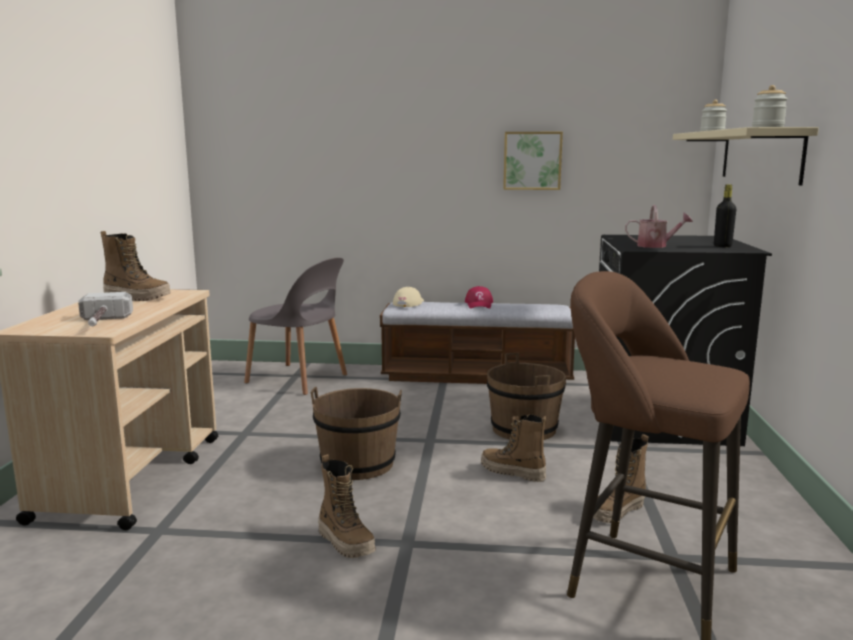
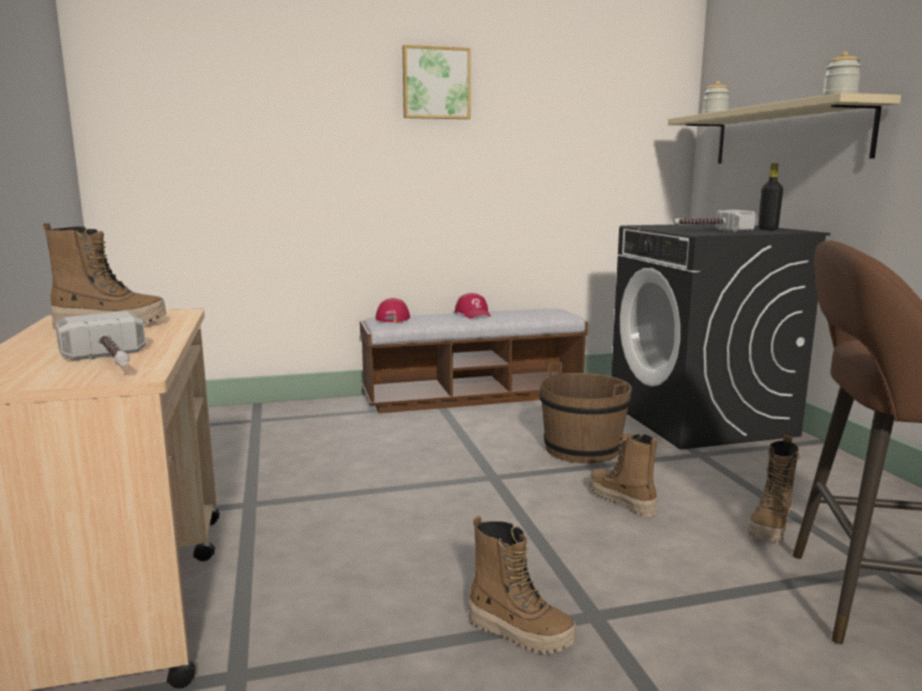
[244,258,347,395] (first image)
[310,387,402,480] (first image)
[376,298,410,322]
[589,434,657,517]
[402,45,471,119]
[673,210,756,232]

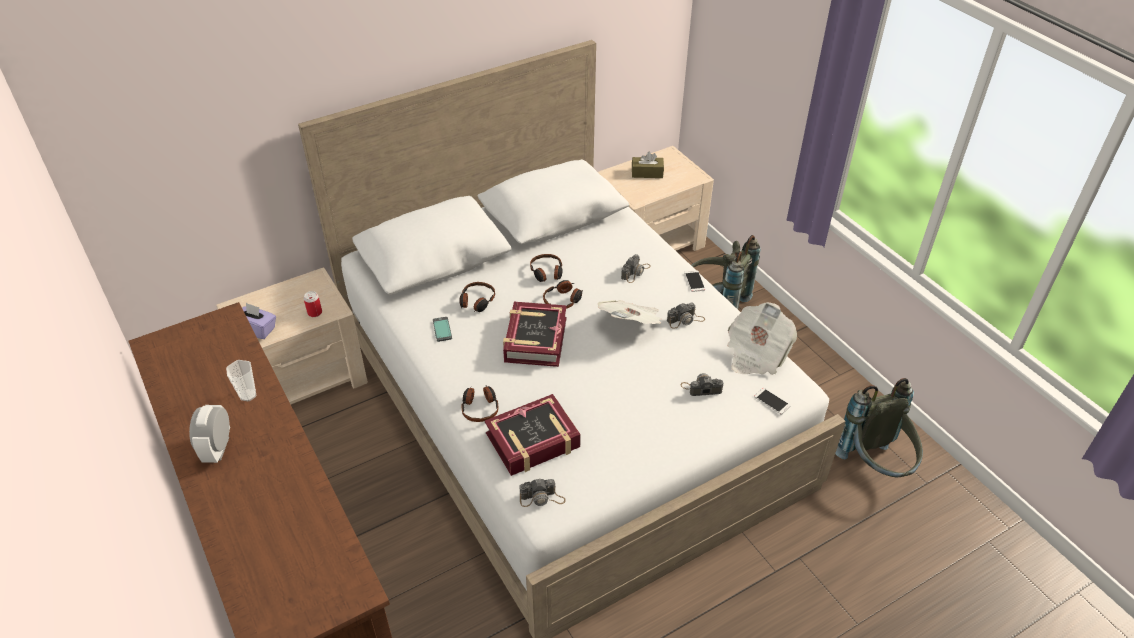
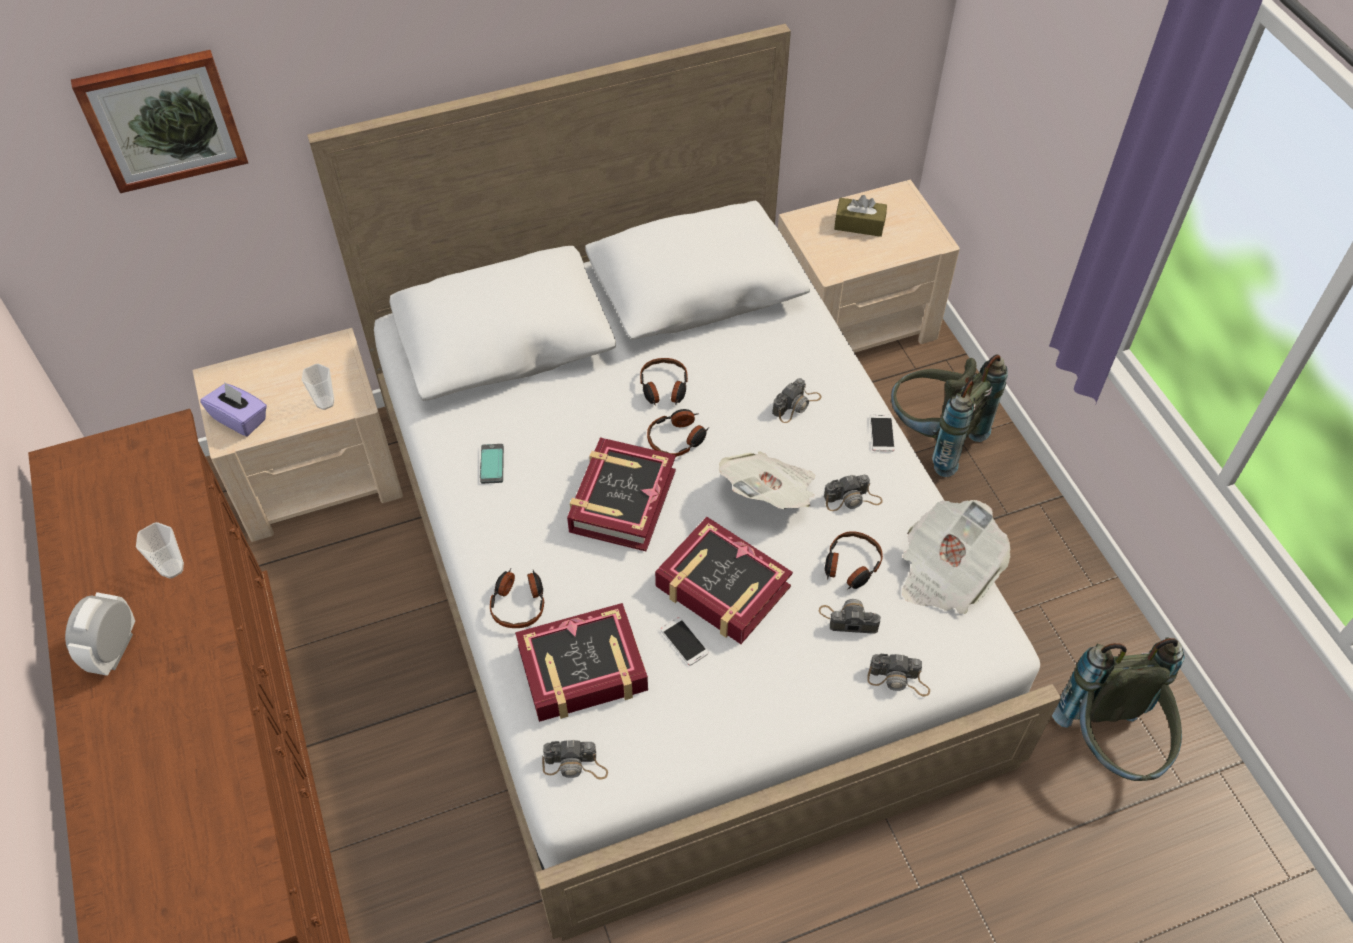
[302,364,334,410]
[825,531,883,590]
[661,617,709,666]
[71,50,248,193]
[655,517,793,644]
[867,654,930,697]

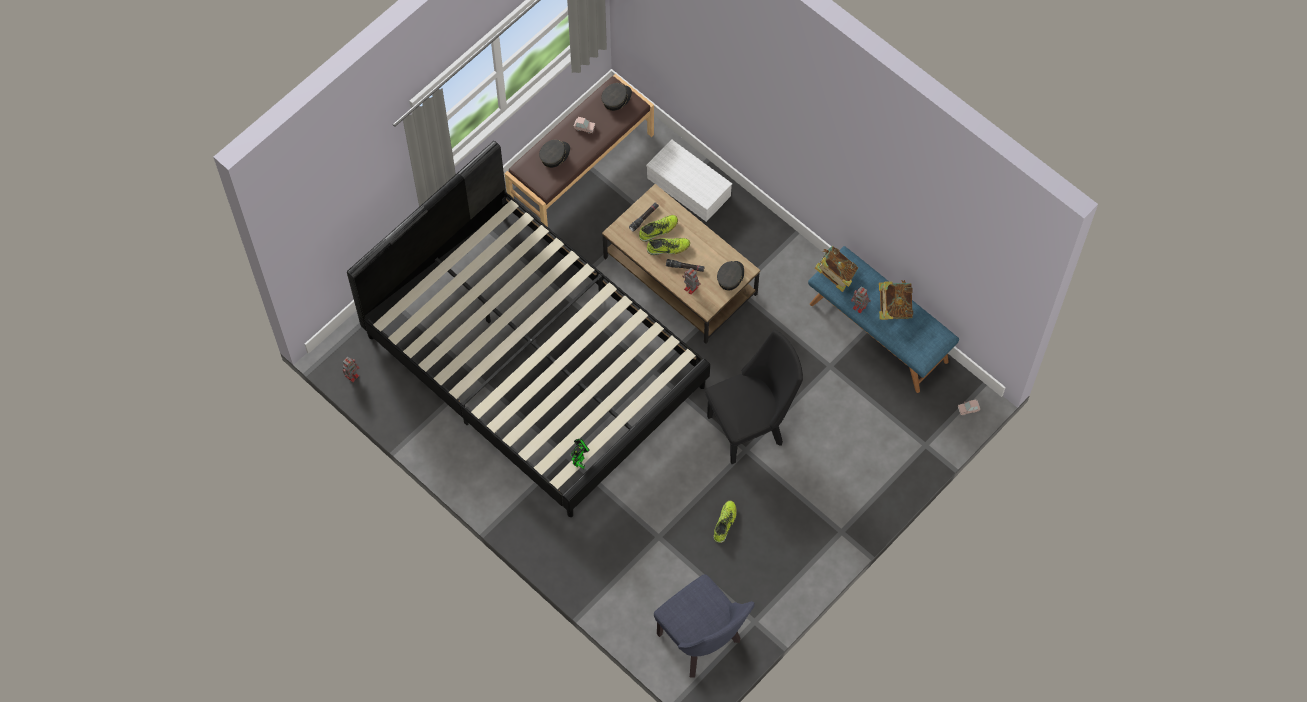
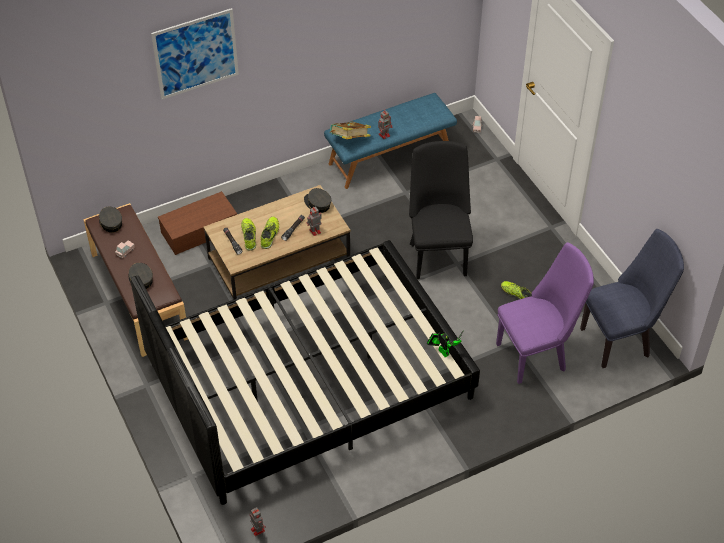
[158,191,237,255]
[879,280,913,320] (first image)
[151,8,239,99]
[496,242,594,384]

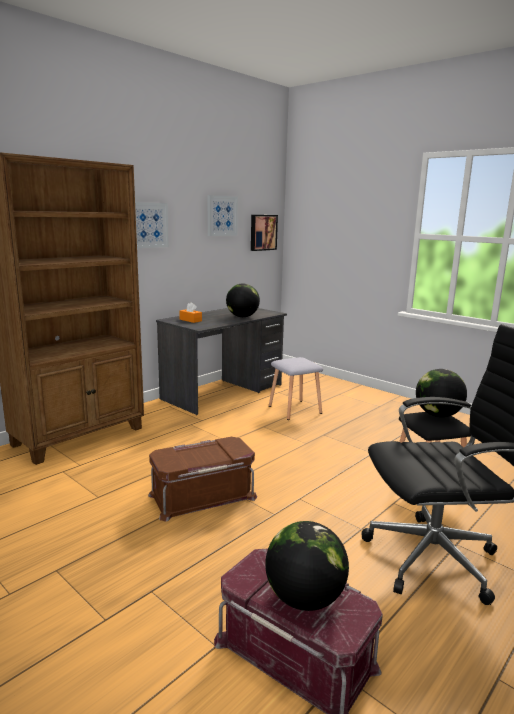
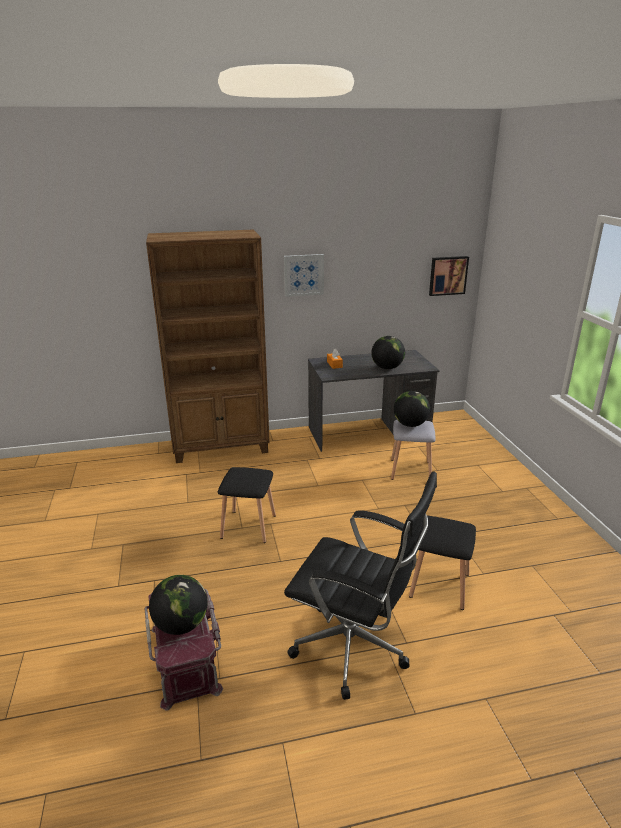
[218,467,276,543]
[208,195,238,236] (first image)
[394,391,430,427]

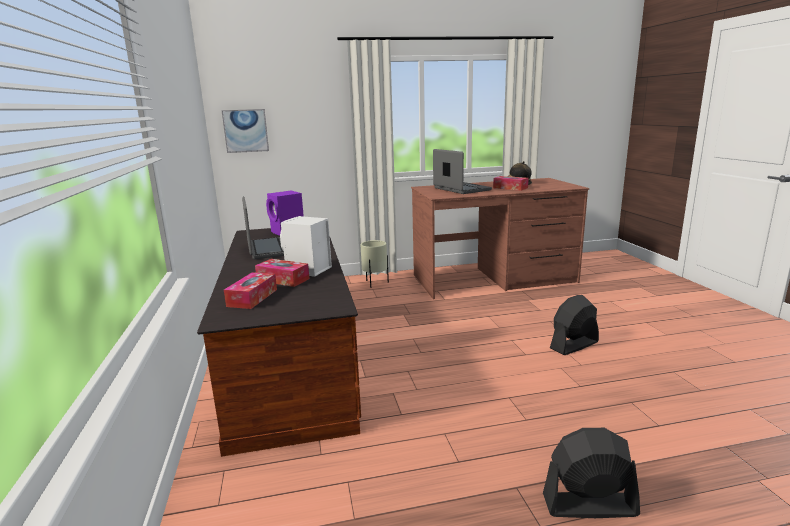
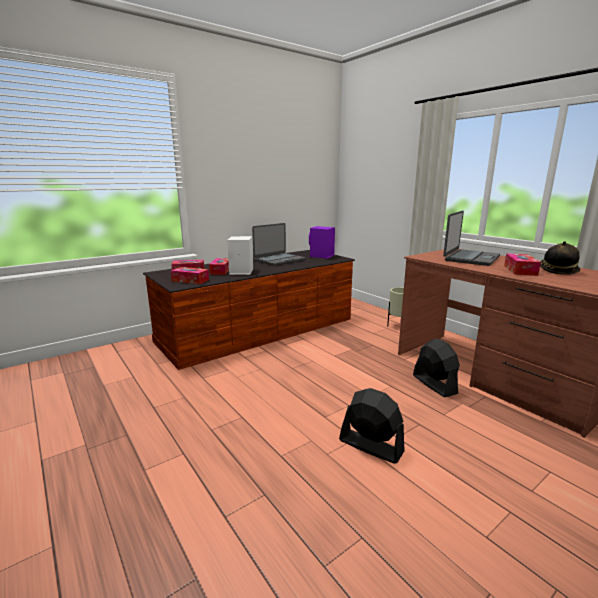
[221,109,269,153] (first image)
[413,338,460,397]
[171,267,209,284]

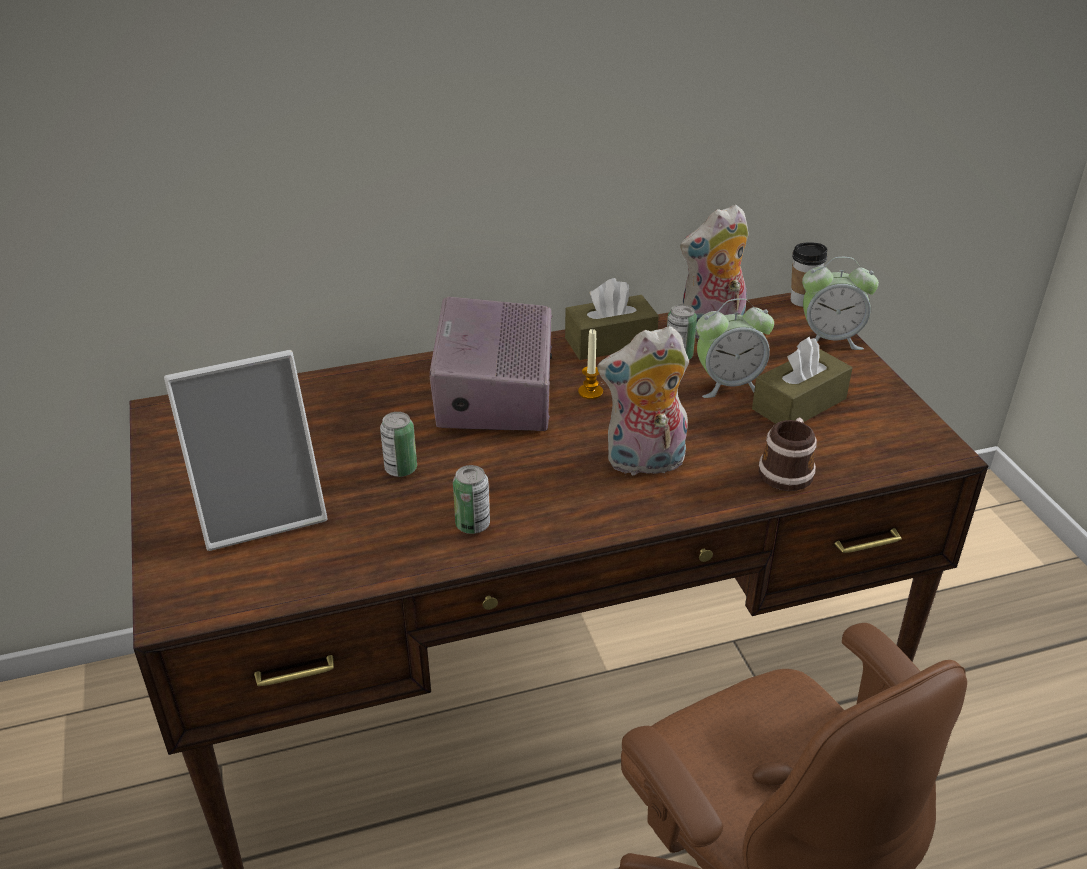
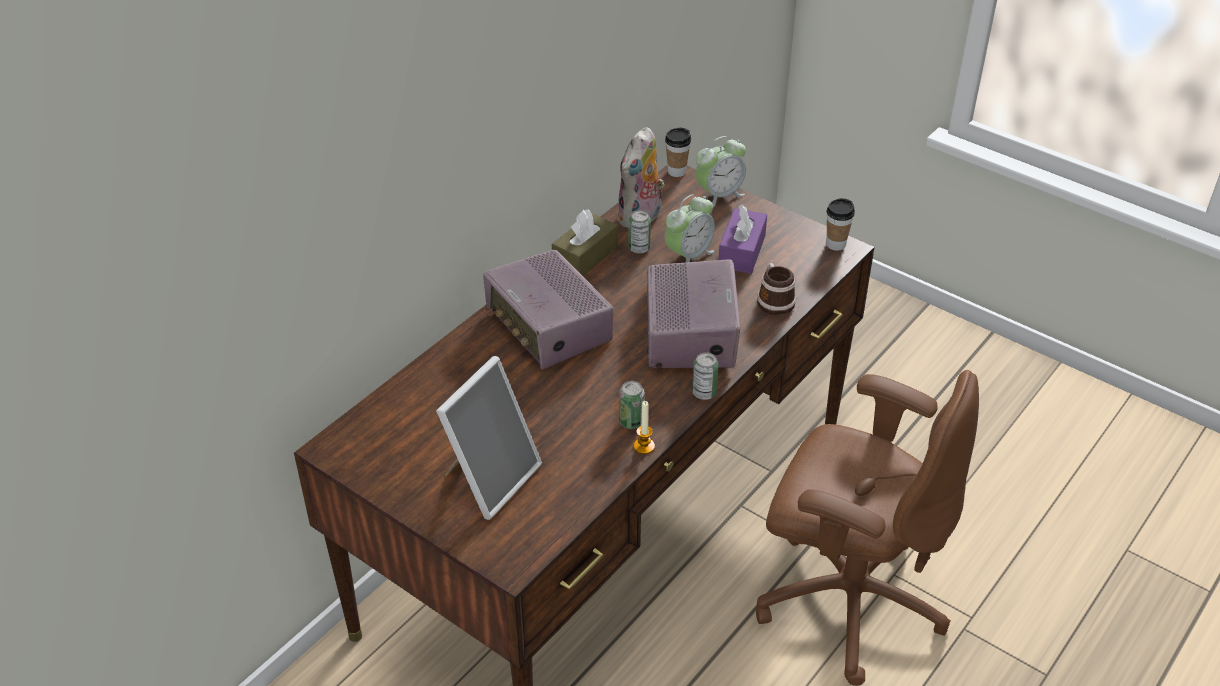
[692,352,719,400]
[634,401,655,454]
[646,259,740,368]
[718,205,767,274]
[826,198,855,251]

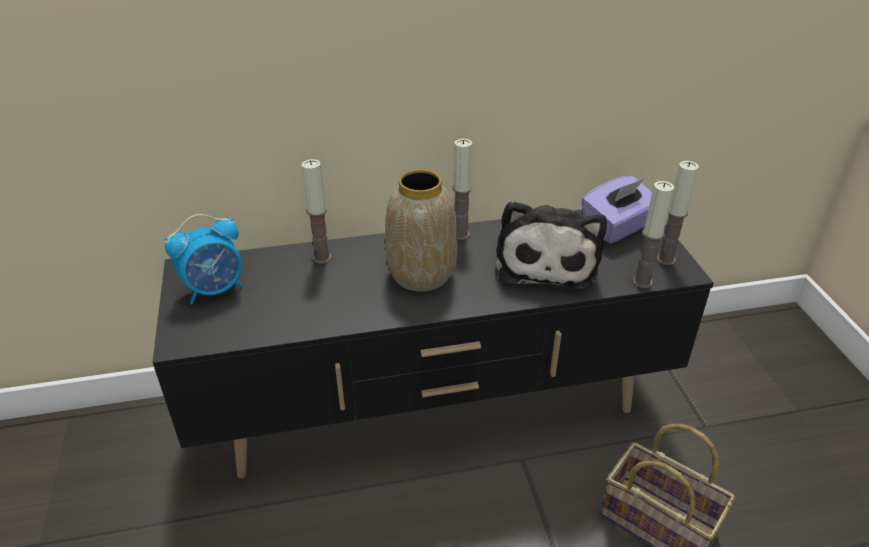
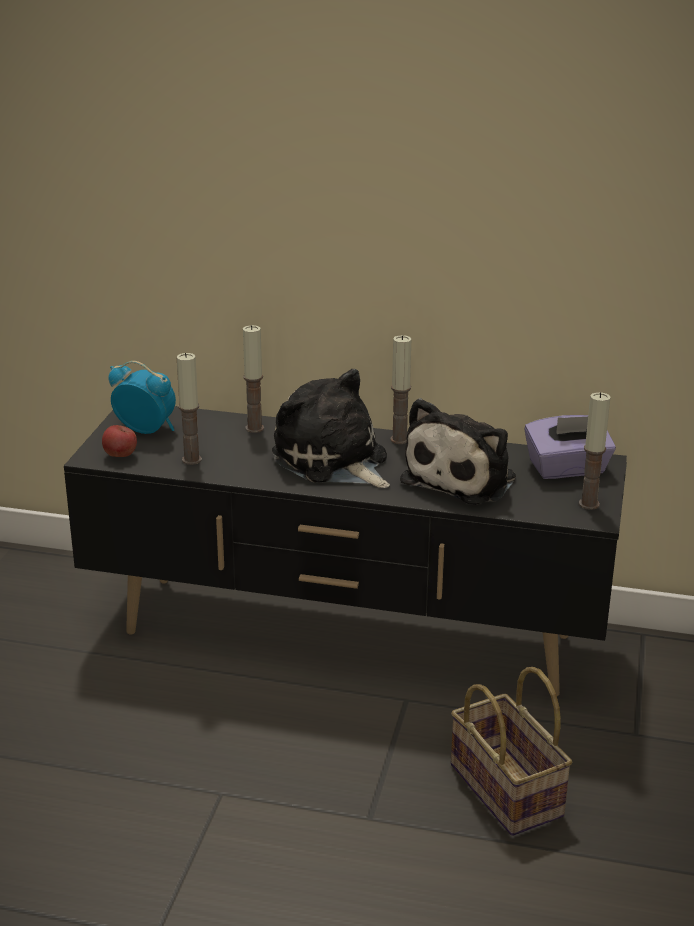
[109,361,176,434]
[272,369,390,488]
[177,353,202,465]
[102,425,137,457]

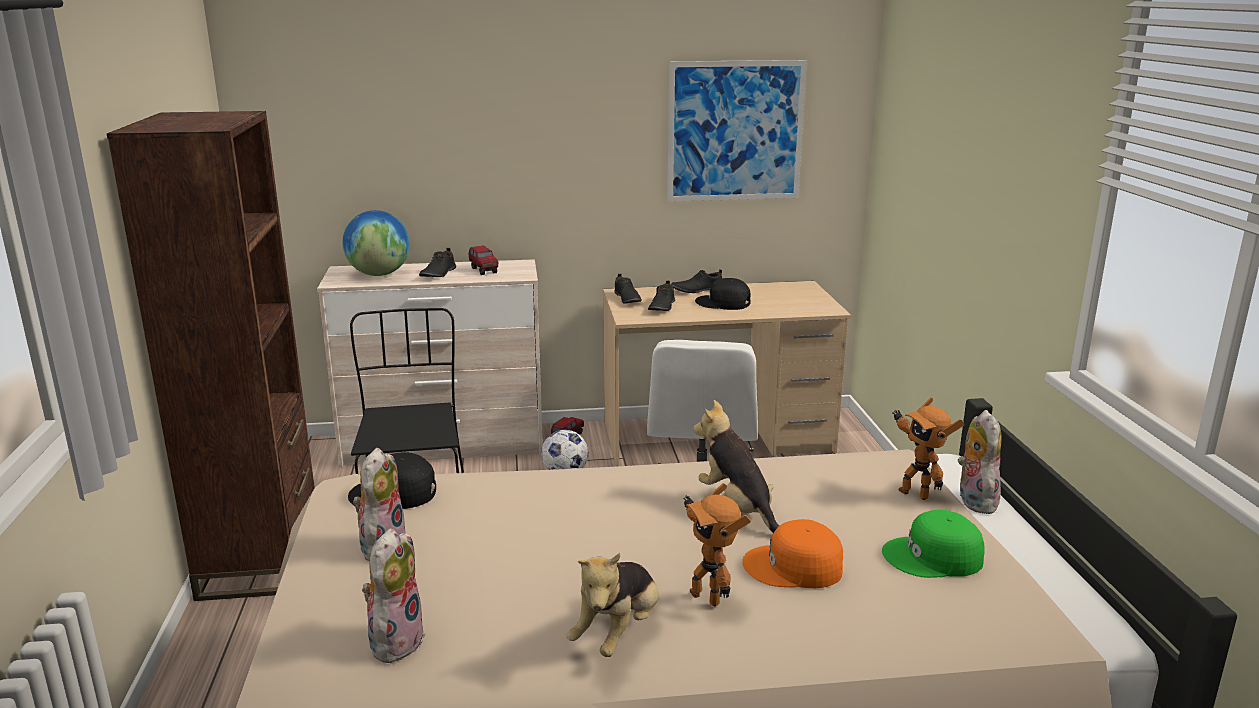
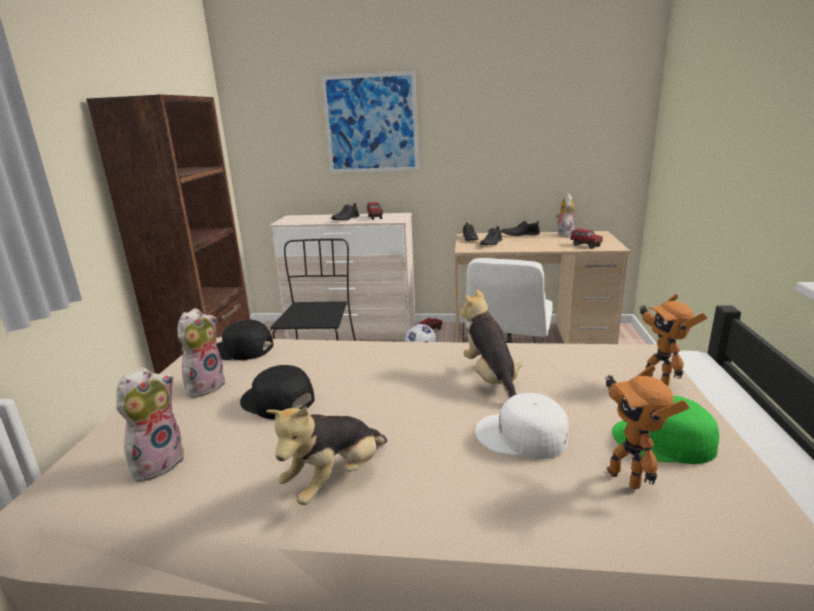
[342,210,410,276] (first image)
[321,71,419,173]
[605,365,689,489]
[240,365,315,420]
[475,393,569,459]
[556,193,575,238]
[570,228,603,249]

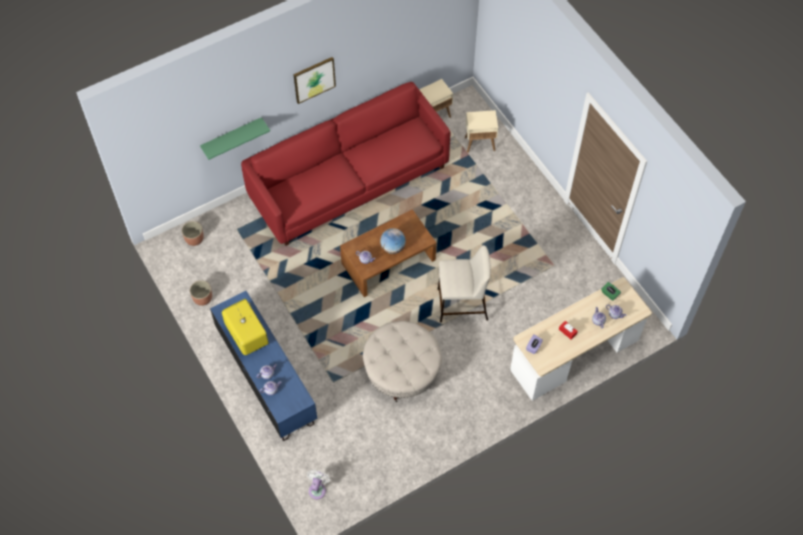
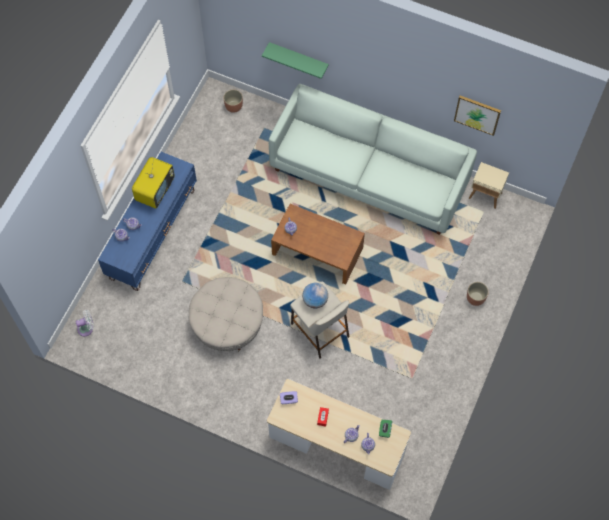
[467,282,489,306]
[269,84,477,235]
[454,95,501,136]
[302,283,328,308]
[465,110,498,153] (first image)

